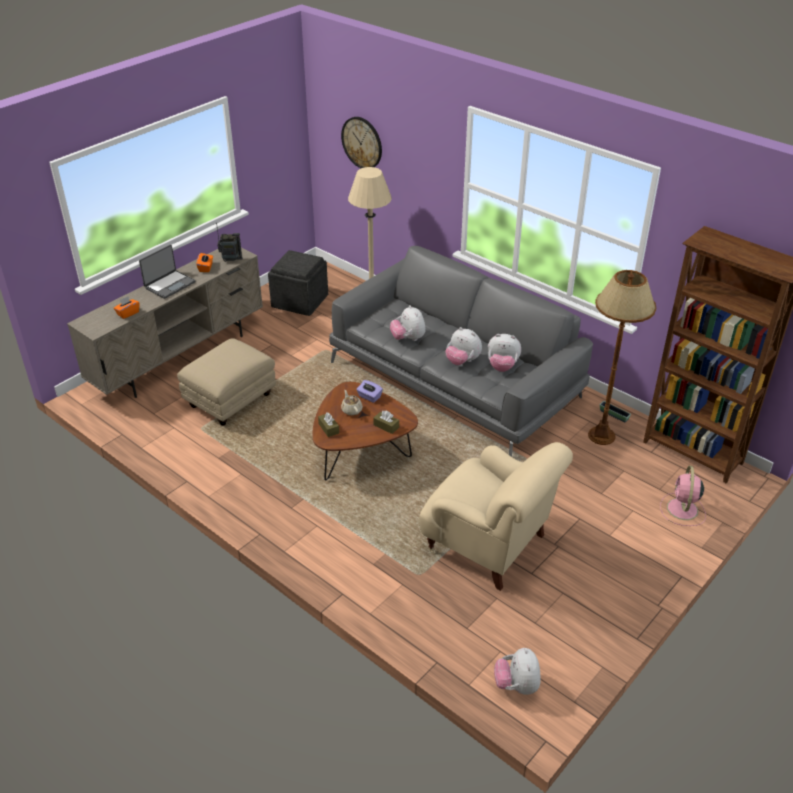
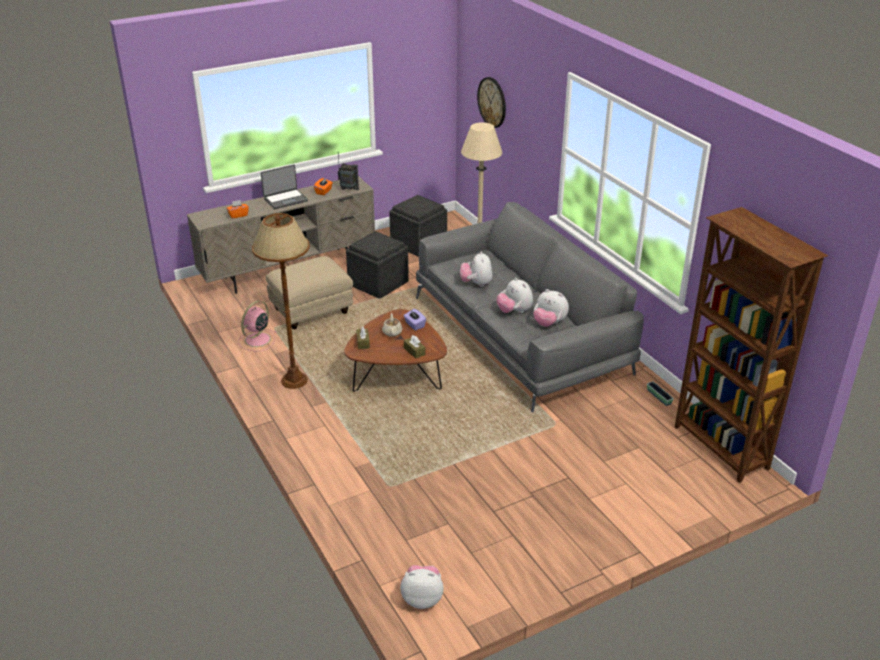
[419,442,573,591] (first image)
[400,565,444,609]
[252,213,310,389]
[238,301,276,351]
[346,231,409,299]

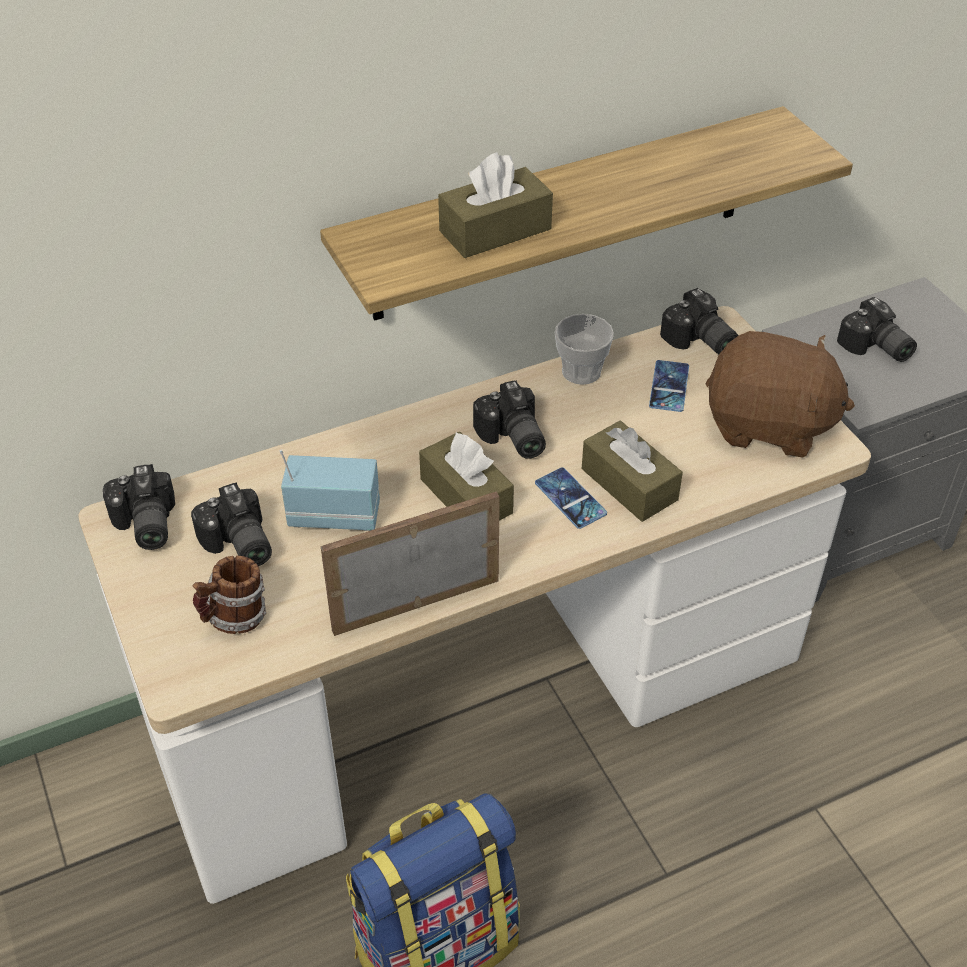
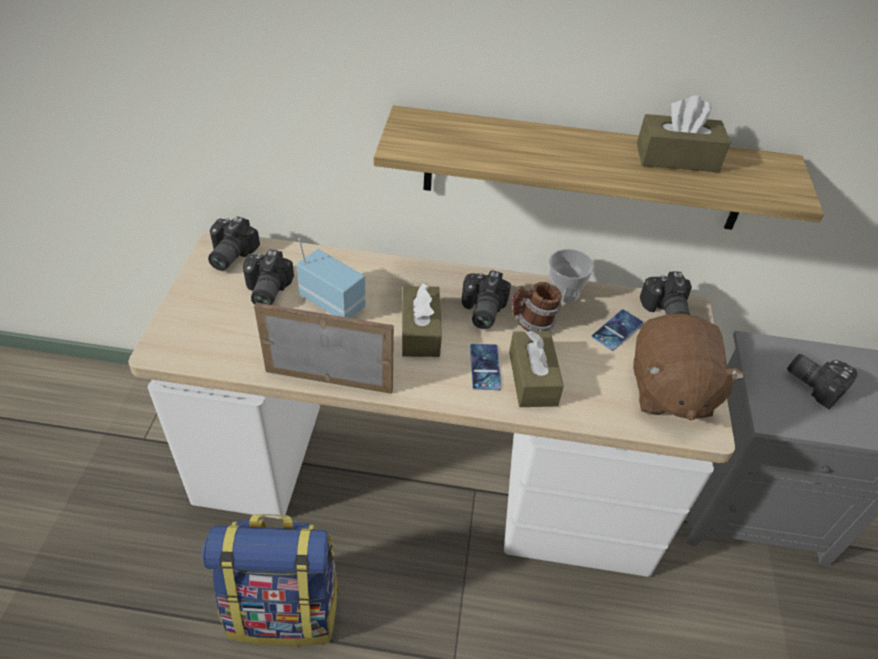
[512,282,562,331]
[637,95,731,172]
[633,314,744,420]
[787,354,858,409]

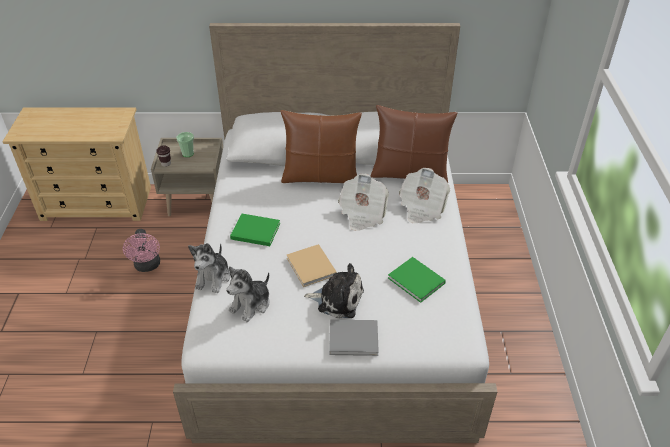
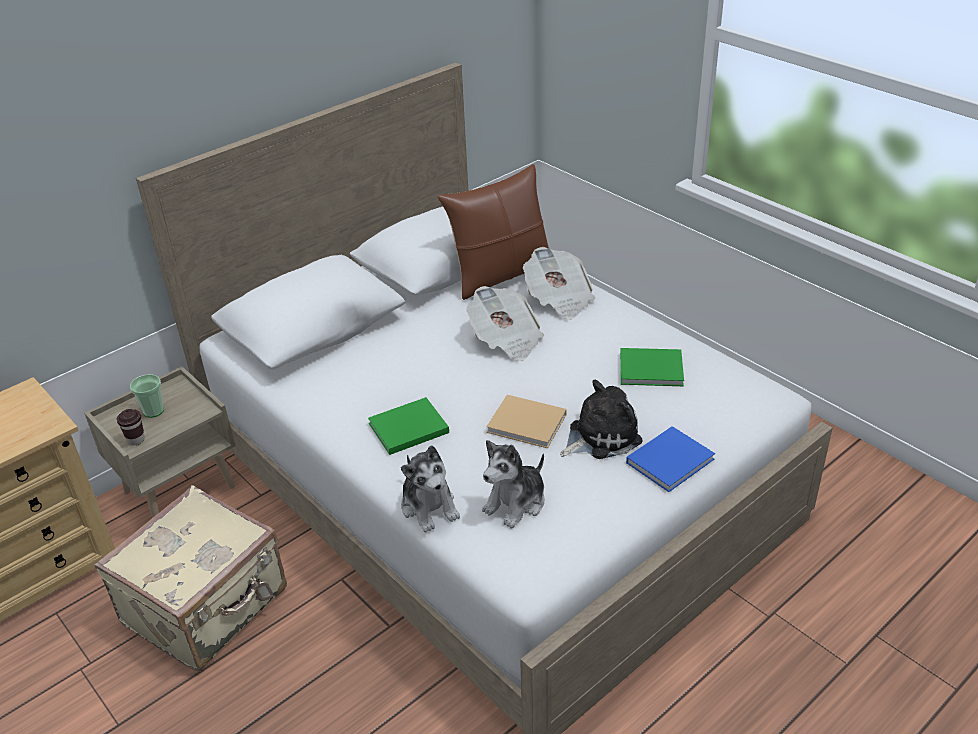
[95,485,287,672]
[482,440,545,528]
[280,110,362,183] (first image)
[626,426,715,492]

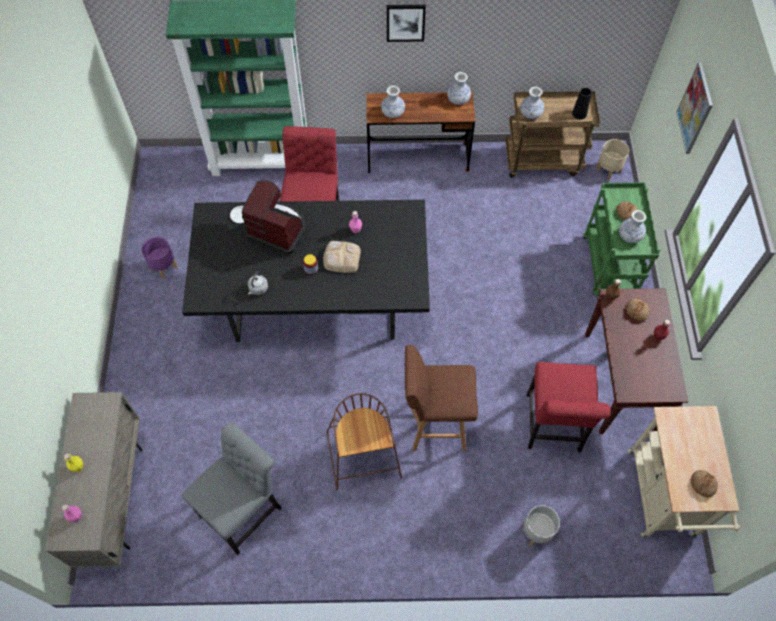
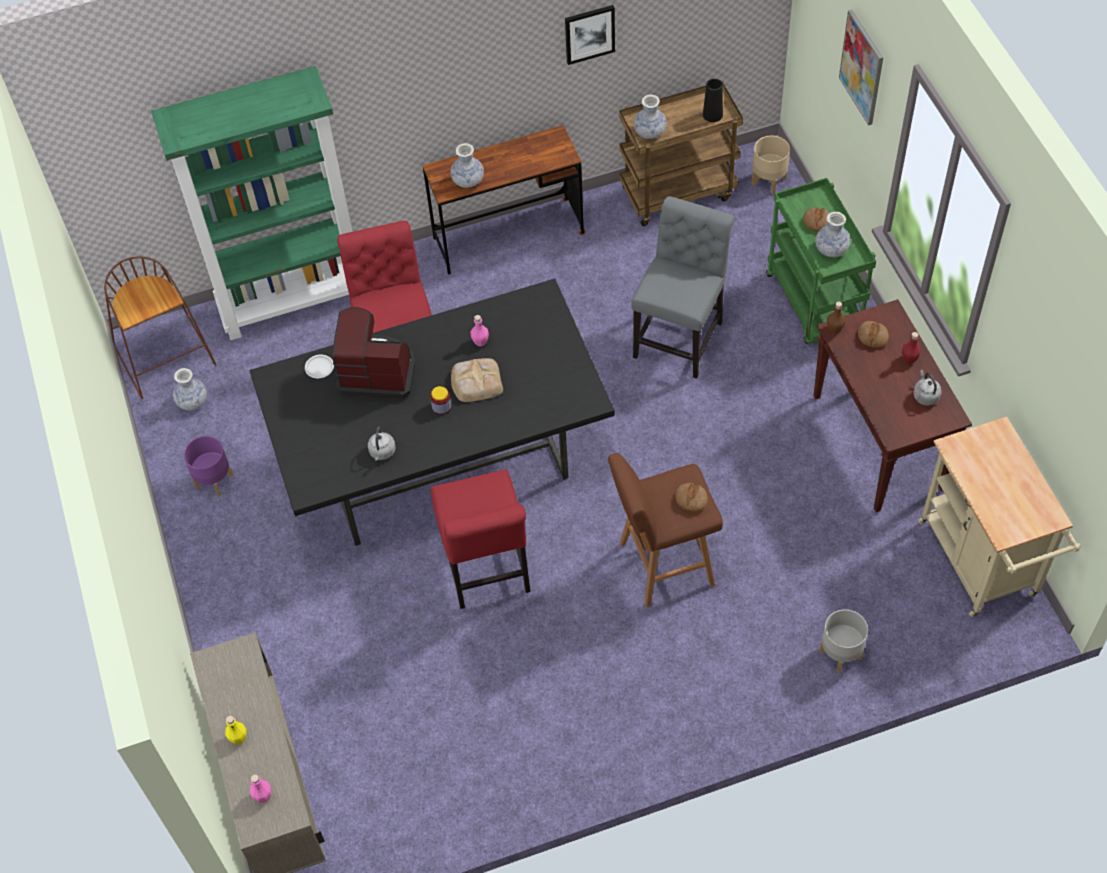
[631,196,734,379]
[104,256,216,399]
[565,5,615,65]
[173,368,207,410]
[431,470,531,609]
[675,483,708,512]
[913,370,942,406]

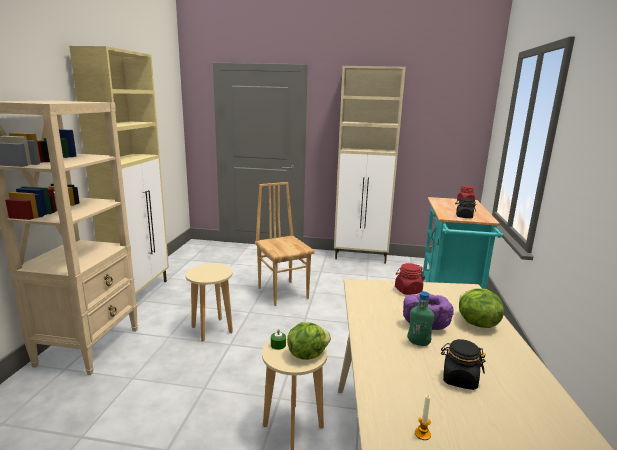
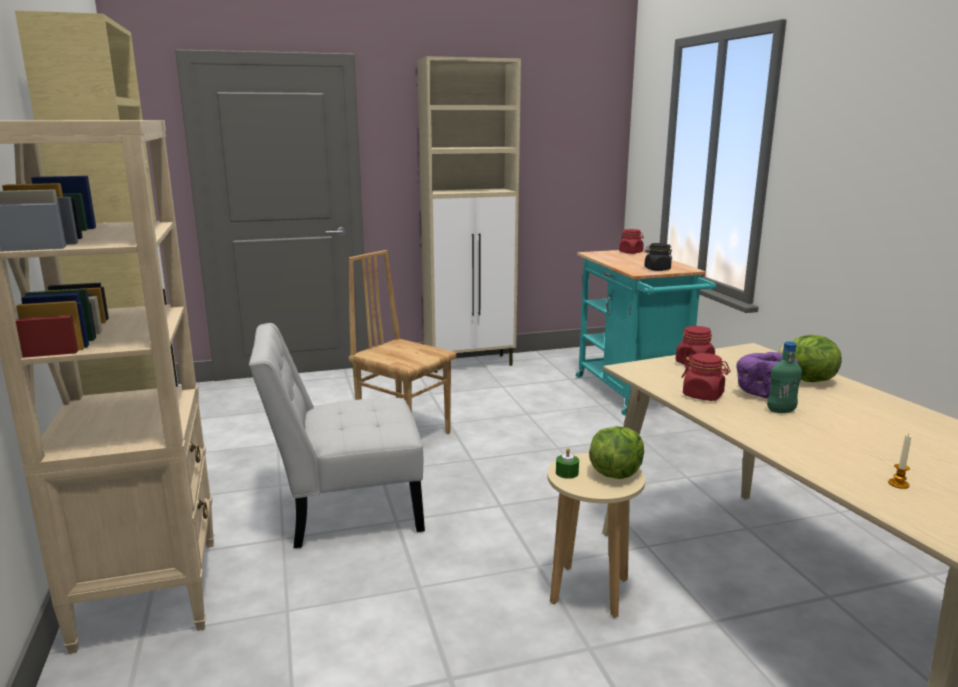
[249,323,425,548]
[441,339,486,390] (first image)
[682,353,730,401]

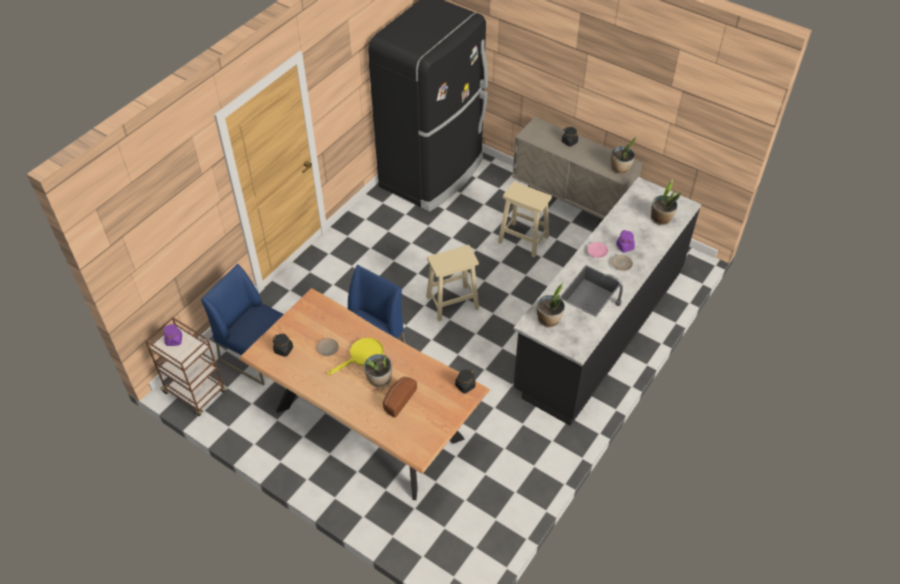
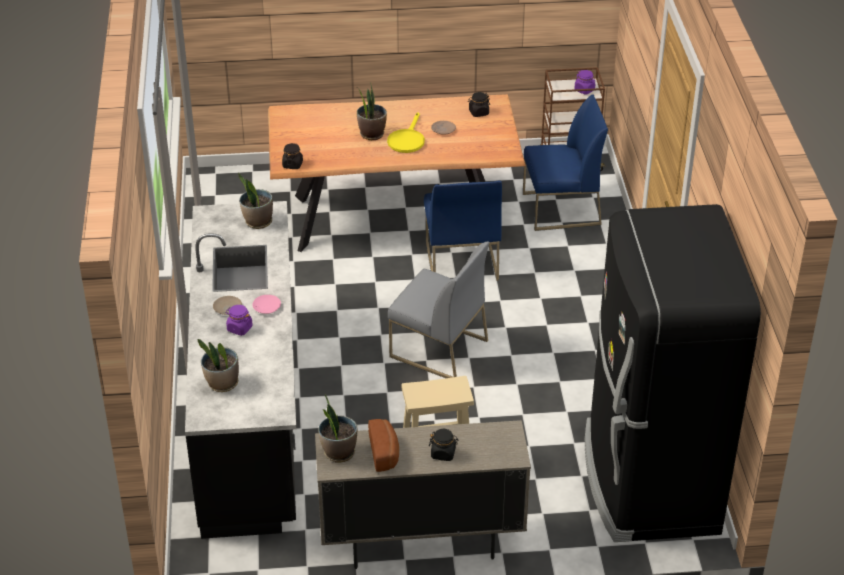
[368,419,399,472]
[388,241,489,378]

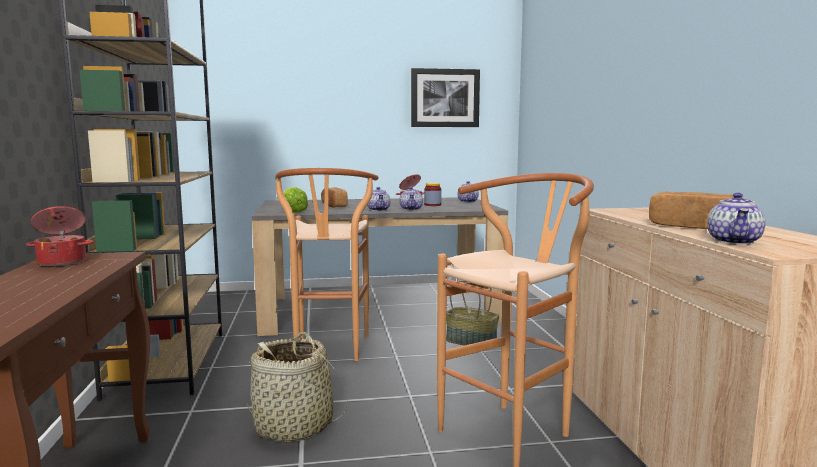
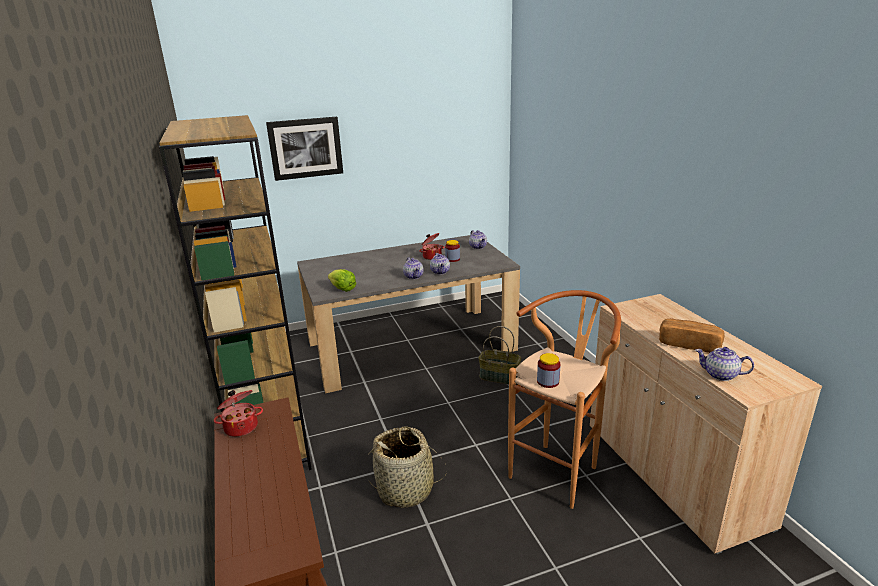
[275,168,379,361] (first image)
[321,187,348,208] (first image)
[266,117,343,181]
[695,347,754,381]
[537,353,560,388]

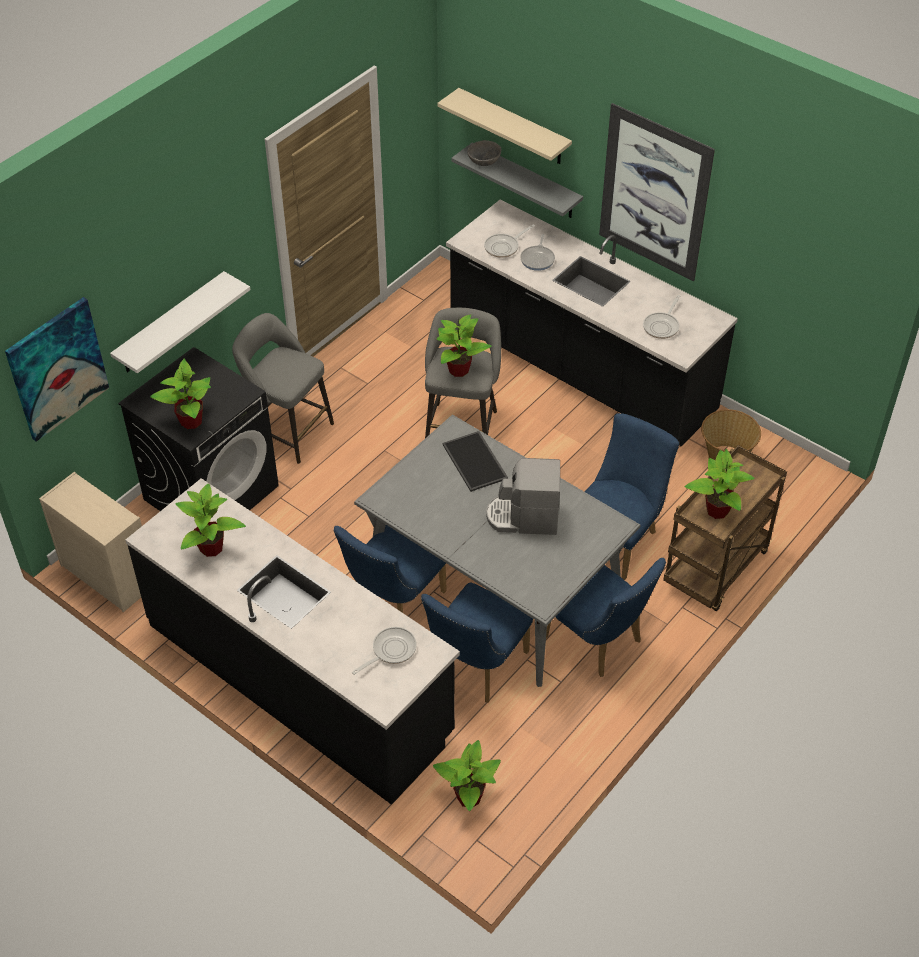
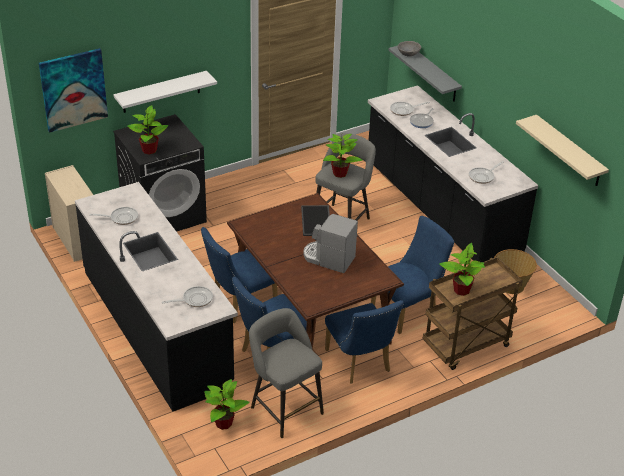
[90,207,138,225]
[249,308,324,438]
[227,193,404,350]
[516,115,609,186]
[599,103,715,281] (first image)

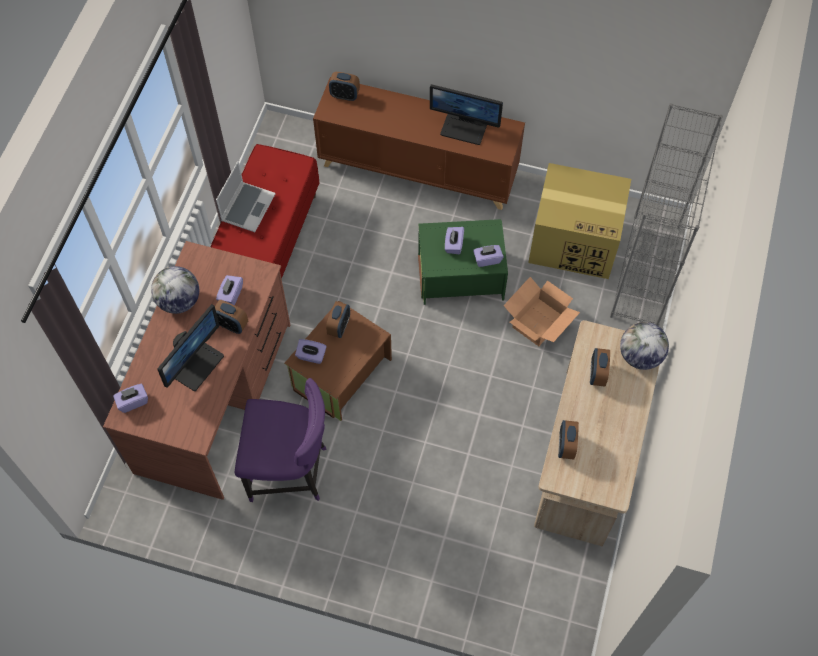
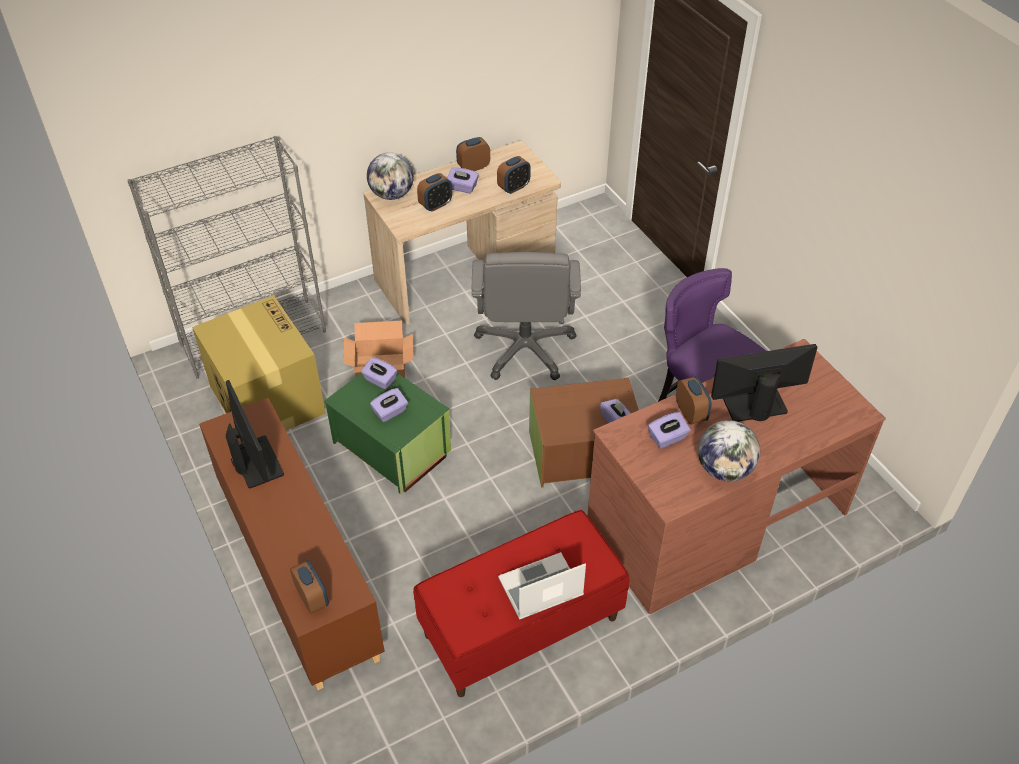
[447,167,479,194]
[456,137,490,171]
[472,252,581,380]

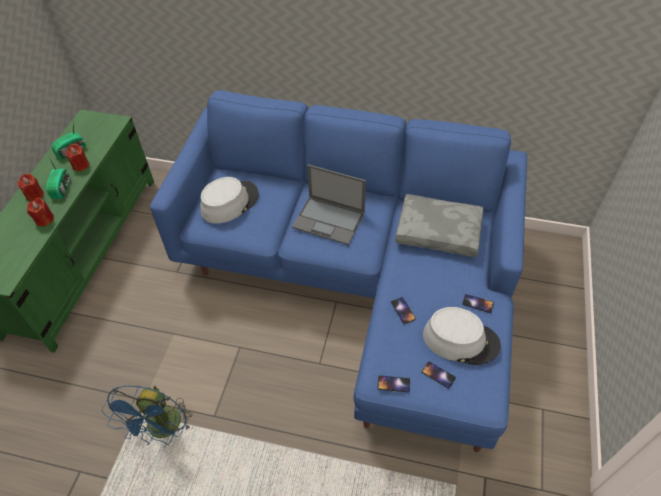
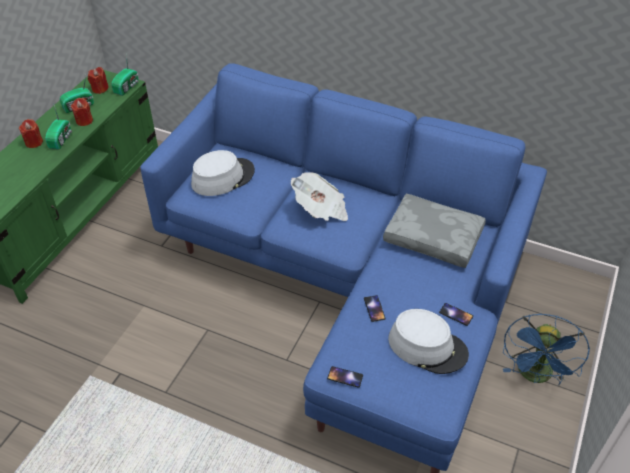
[88,67,109,94]
[503,314,590,385]
[291,172,348,221]
[422,362,456,389] (first image)
[111,55,139,96]

